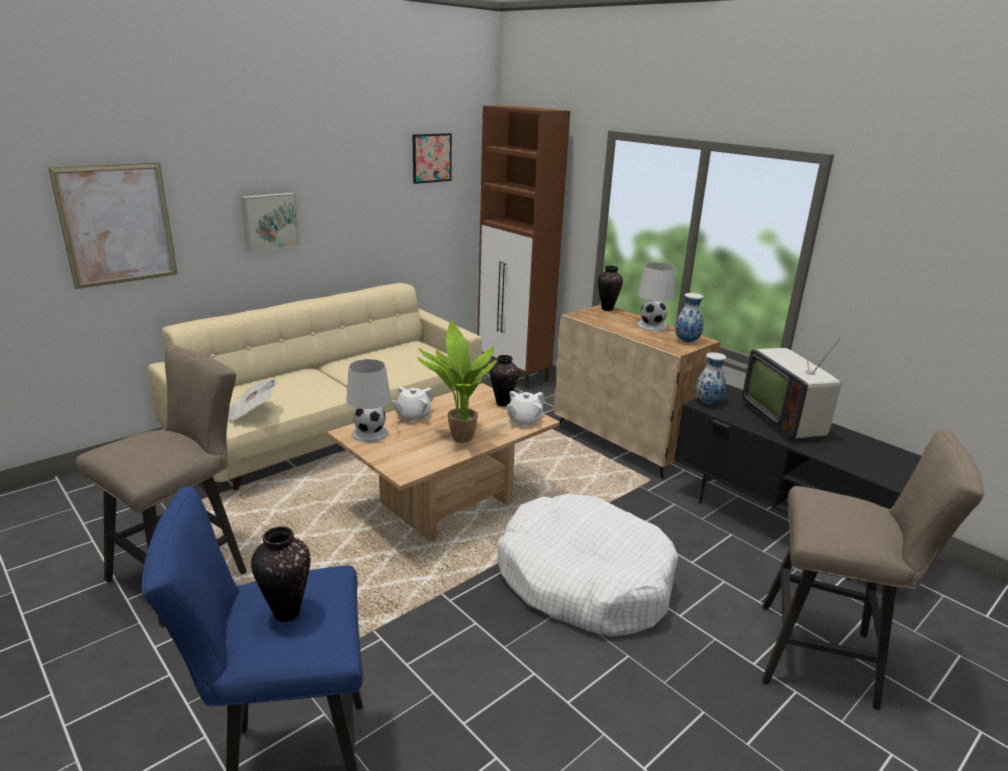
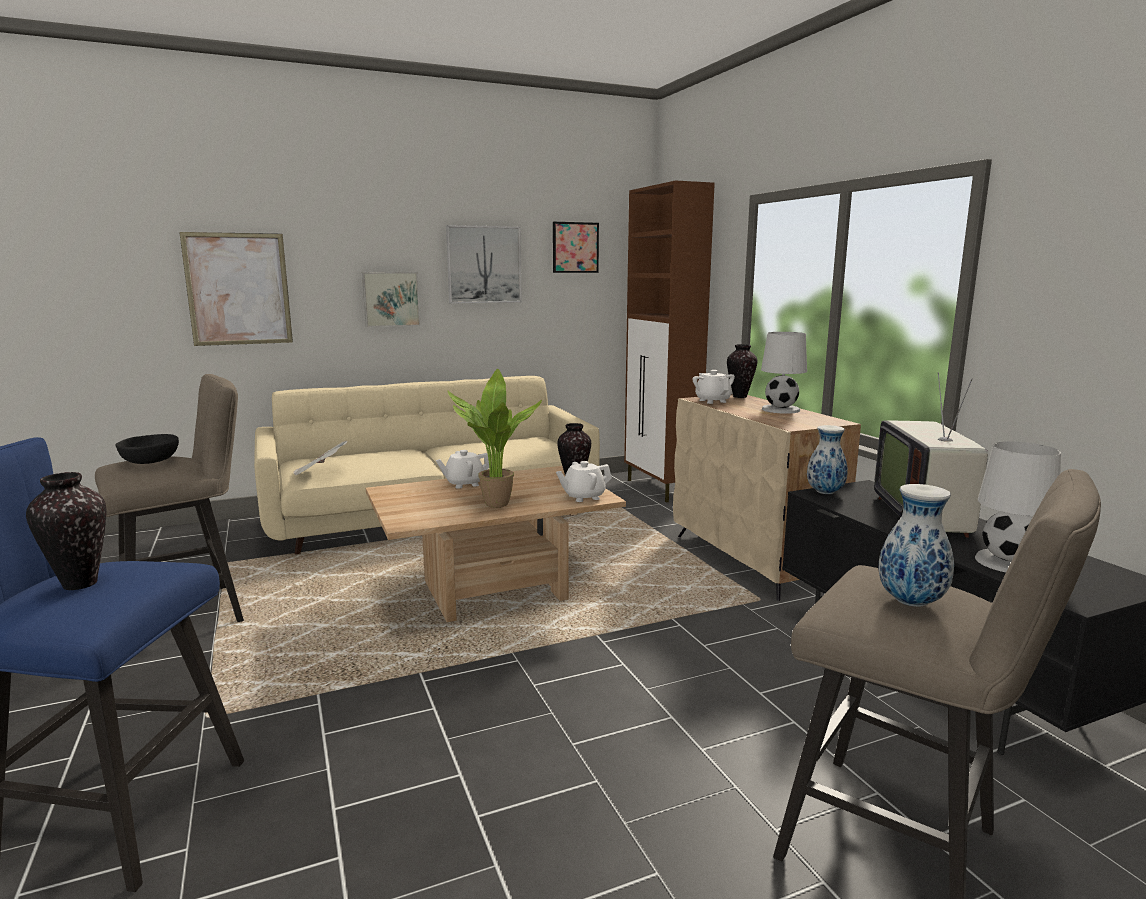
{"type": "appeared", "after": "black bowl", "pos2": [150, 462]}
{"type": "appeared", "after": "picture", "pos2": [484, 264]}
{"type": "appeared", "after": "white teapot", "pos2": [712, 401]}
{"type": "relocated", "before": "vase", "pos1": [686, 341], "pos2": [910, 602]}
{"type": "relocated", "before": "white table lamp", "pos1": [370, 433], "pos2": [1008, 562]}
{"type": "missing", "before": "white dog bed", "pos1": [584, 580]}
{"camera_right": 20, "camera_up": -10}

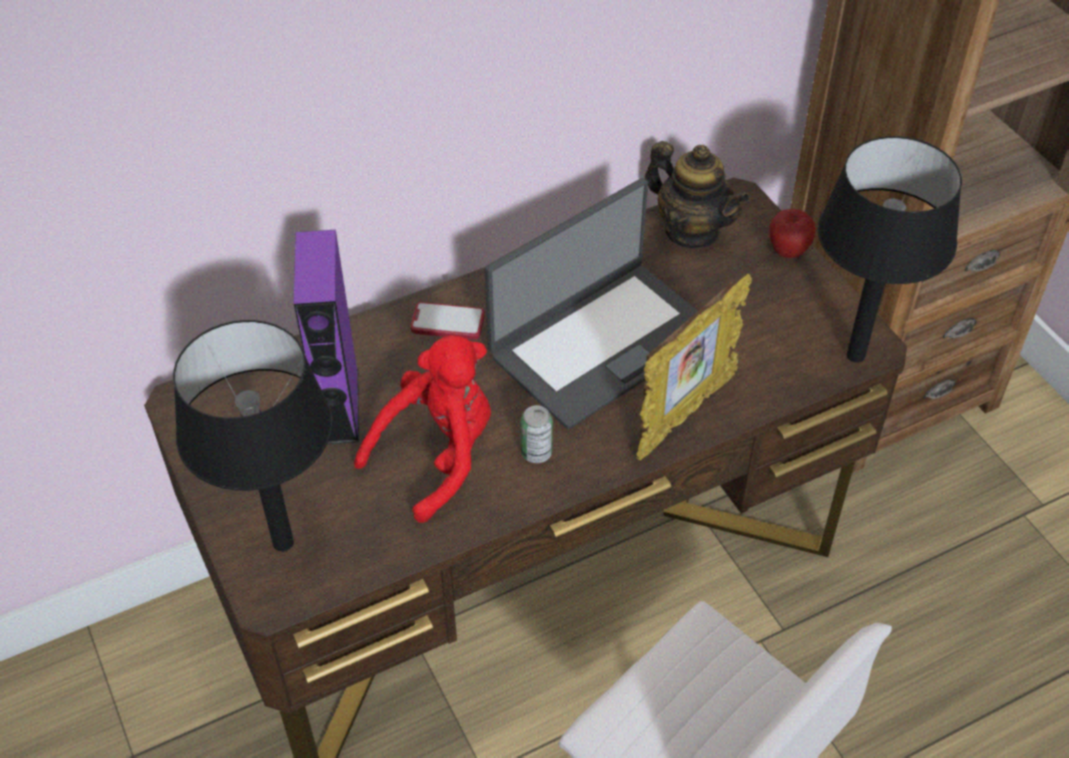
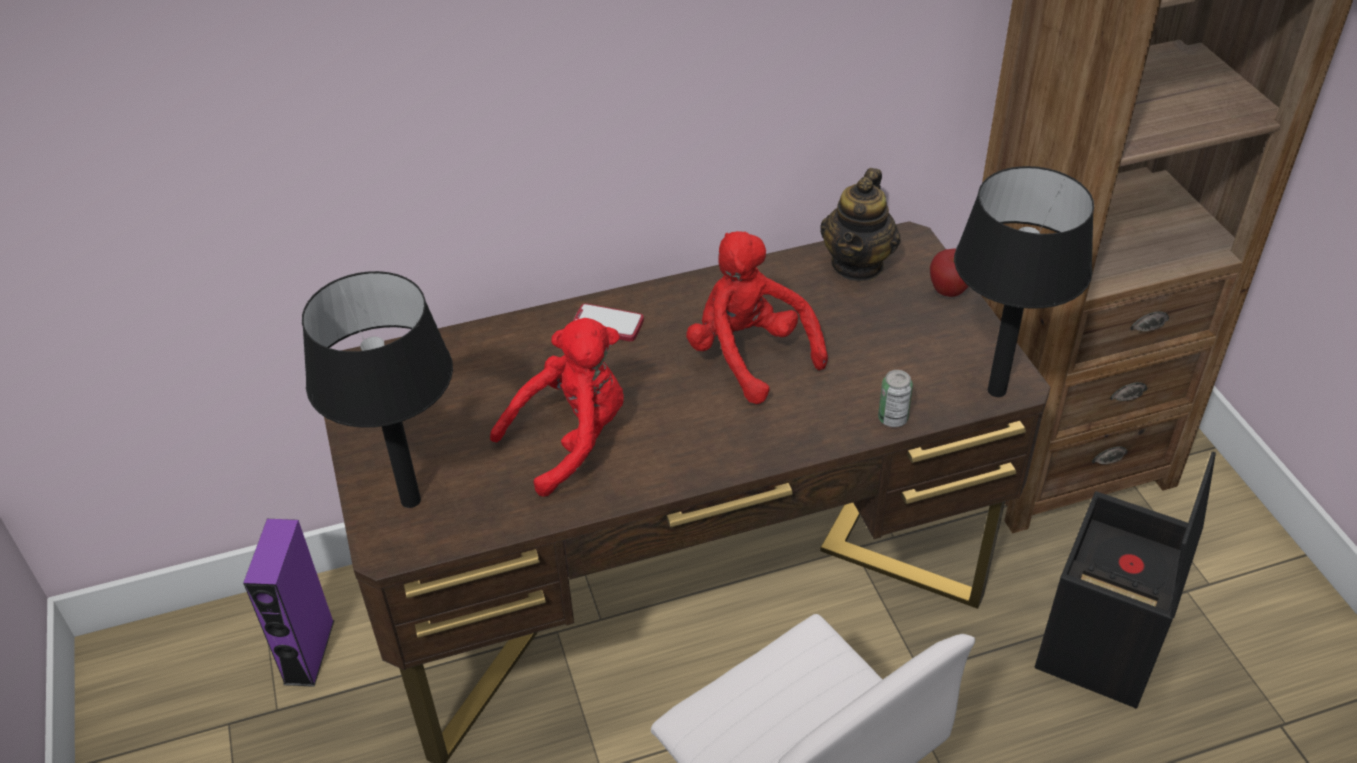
{"type": "relocated", "before": "purple speaker", "pos1": [339, 406], "pos2": [309, 652]}
{"type": "exchanged", "before": "laptop", "after": "red plush toy", "pos1": [601, 343], "pos2": [749, 355]}
{"type": "spun", "before": "teapot", "pos1": [691, 231], "pos2": [858, 264], "turn": 60}
{"type": "relocated", "before": "can", "pos1": [536, 453], "pos2": [892, 418]}
{"type": "appeared", "after": "black storage box", "pos2": [1102, 647]}
{"type": "missing", "before": "picture frame", "pos1": [684, 415]}
{"camera_right": 10, "camera_up": -5}

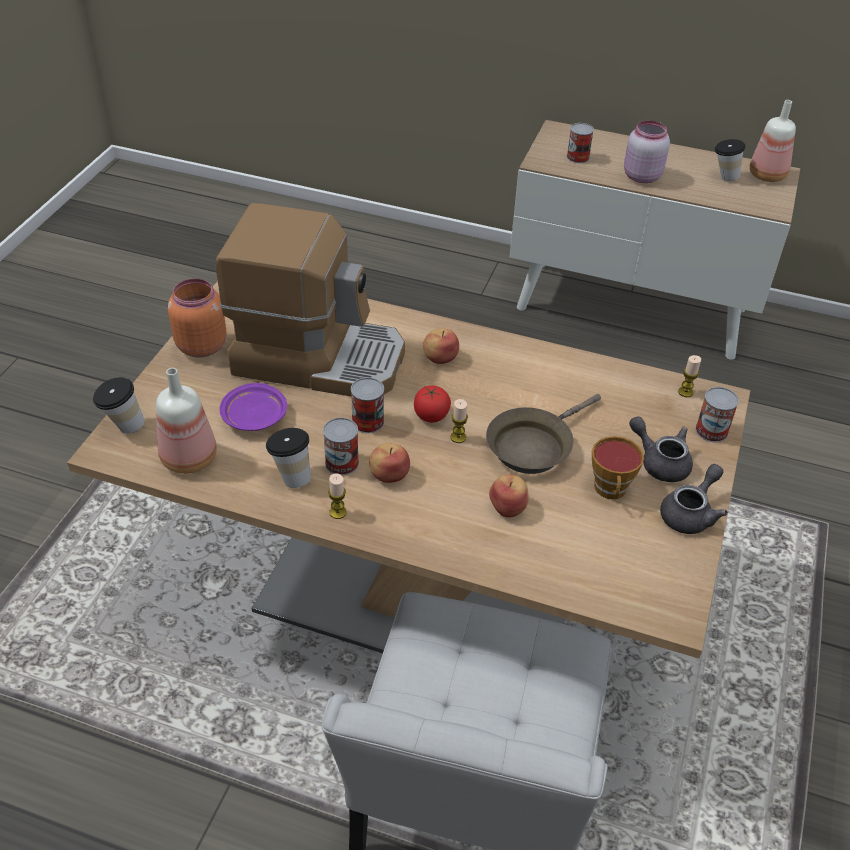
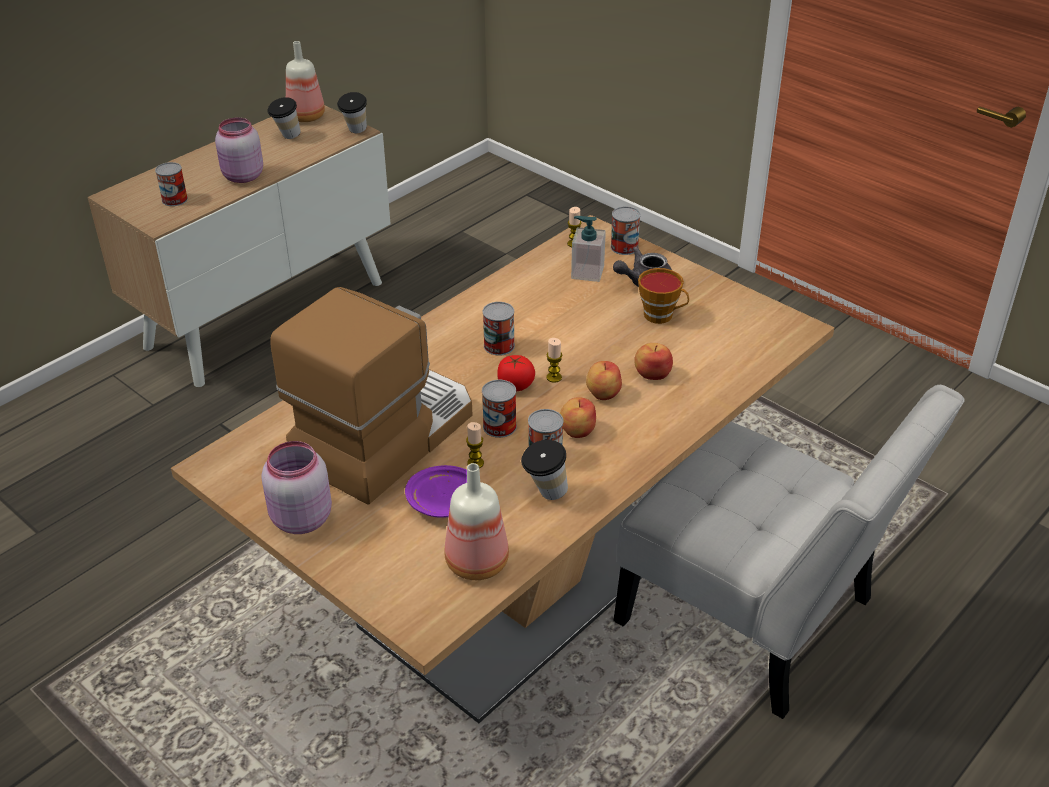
{"type": "colour", "before": "orange jar", "after": "pink jar", "pos1": [200, 345], "pos2": [299, 519]}
{"type": "relocated", "before": "cup", "pos1": [123, 427], "pos2": [355, 132]}
{"type": "relocated", "before": "candle", "pos1": [338, 512], "pos2": [475, 463]}
{"type": "appeared", "after": "can", "pos2": [499, 346]}
{"type": "appeared", "after": "soap dispenser", "pos2": [587, 272]}
{"type": "relocated", "before": "apple", "pos1": [440, 357], "pos2": [602, 393]}
{"type": "missing", "before": "brown frying pan", "pos1": [533, 445]}
{"type": "missing", "before": "grey teapot", "pos1": [691, 513]}
{"camera_right": -65, "camera_up": -5}

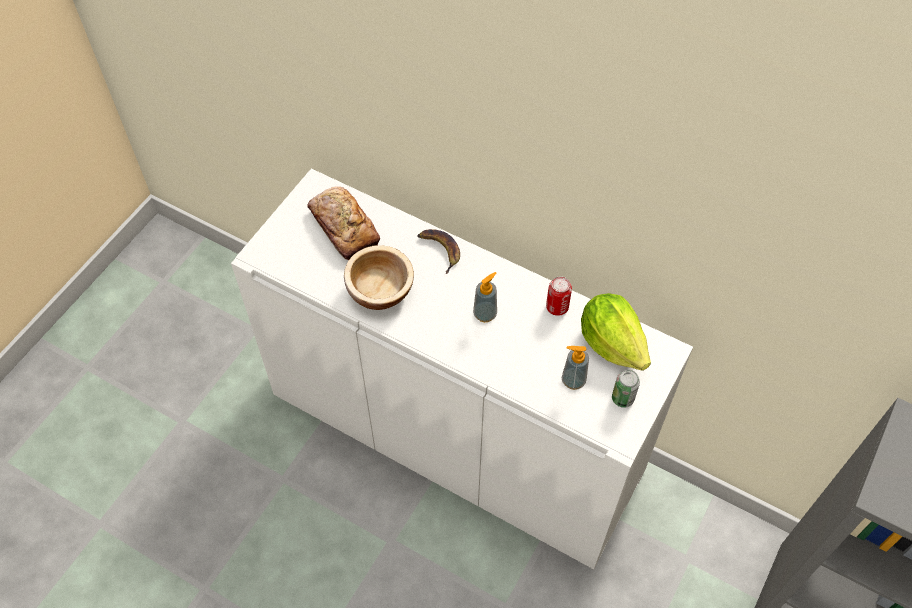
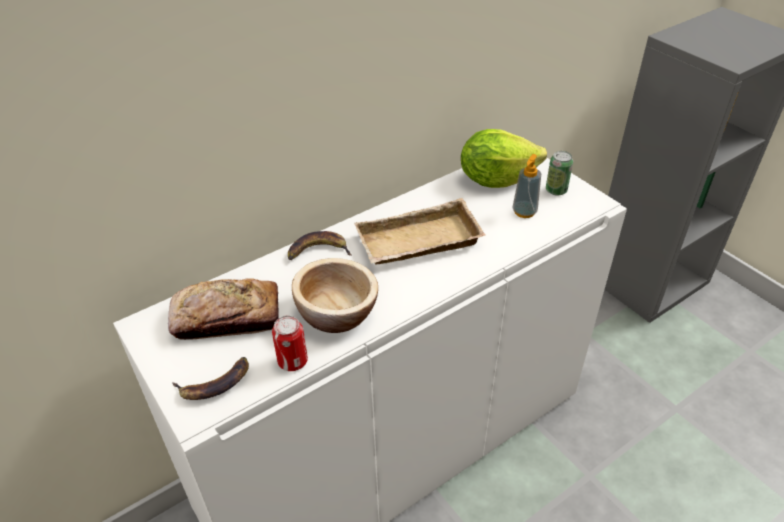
{"type": "appeared", "after": "banana", "pos2": [215, 383]}
{"type": "relocated", "before": "can", "pos1": [557, 307], "pos2": [292, 361]}
{"type": "exchanged", "before": "soap dispenser", "after": "beige tray", "pos1": [485, 314], "pos2": [418, 243]}
{"camera_right": -65, "camera_up": -15}

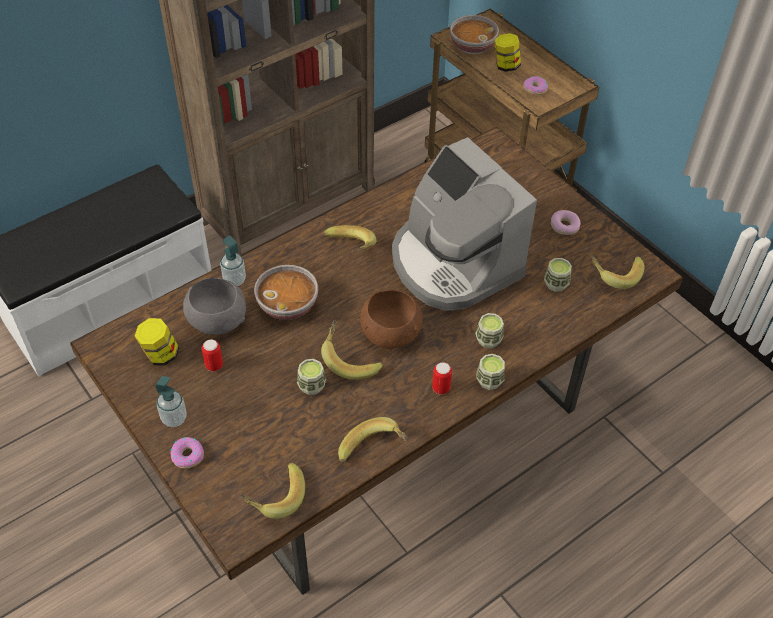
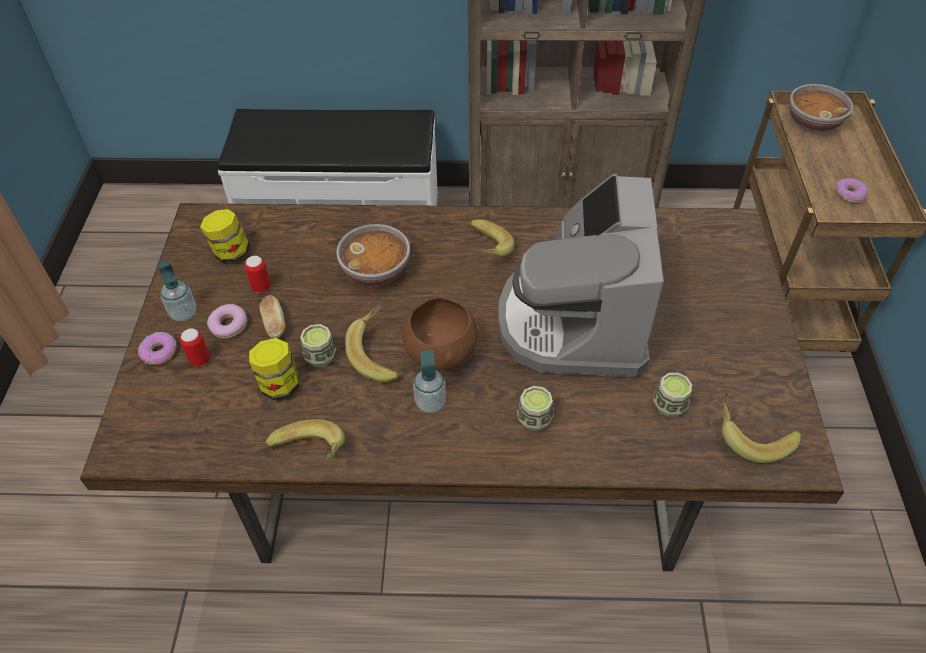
{"type": "relocated", "before": "can", "pos1": [441, 388], "pos2": [200, 360]}
{"type": "relocated", "before": "donut", "pos1": [564, 226], "pos2": [228, 325]}
{"type": "relocated", "before": "jar", "pos1": [506, 66], "pos2": [279, 385]}
{"type": "appeared", "after": "bread", "pos2": [274, 324]}
{"type": "relocated", "before": "soap dispenser", "pos1": [234, 280], "pos2": [430, 403]}
{"type": "missing", "before": "grey bowl", "pos1": [217, 322]}
{"type": "missing", "before": "banana", "pos1": [274, 497]}
{"type": "missing", "before": "cup", "pos1": [489, 381]}
{"camera_right": 40, "camera_up": 0}

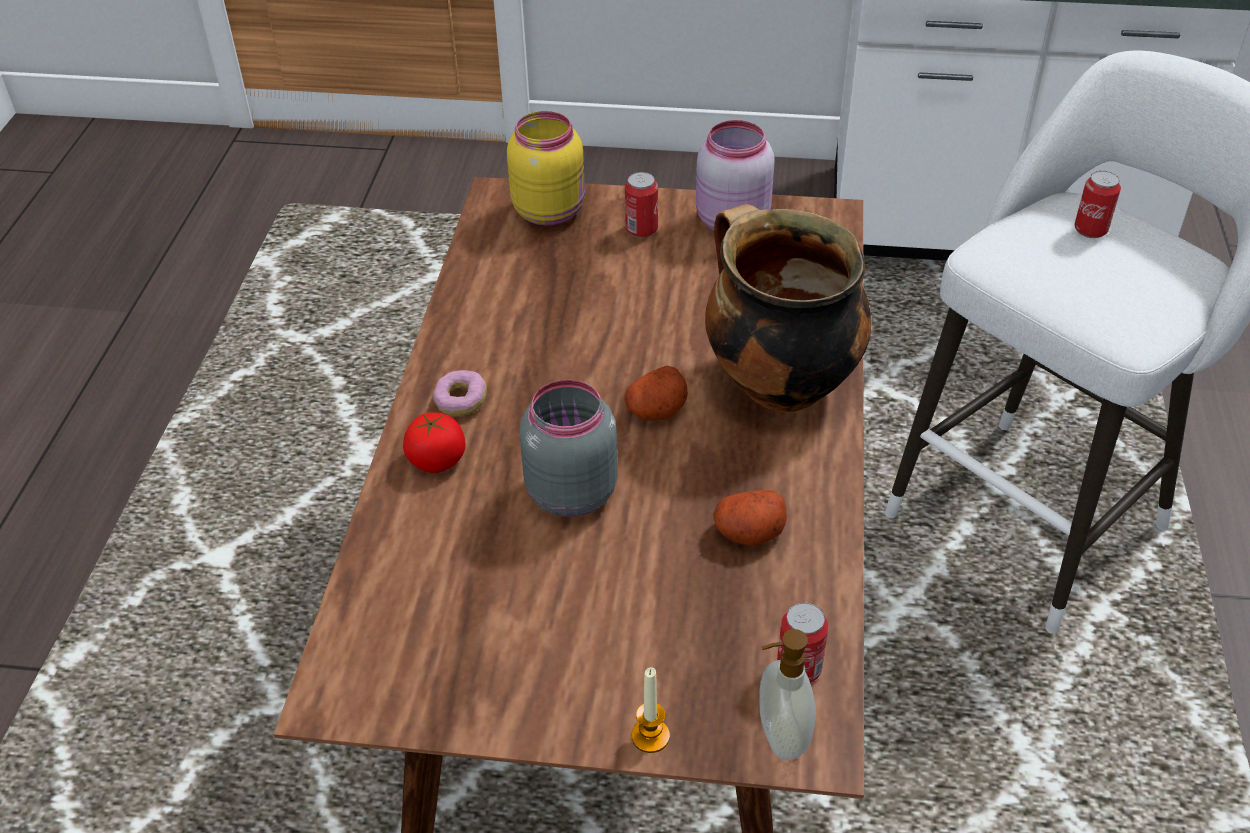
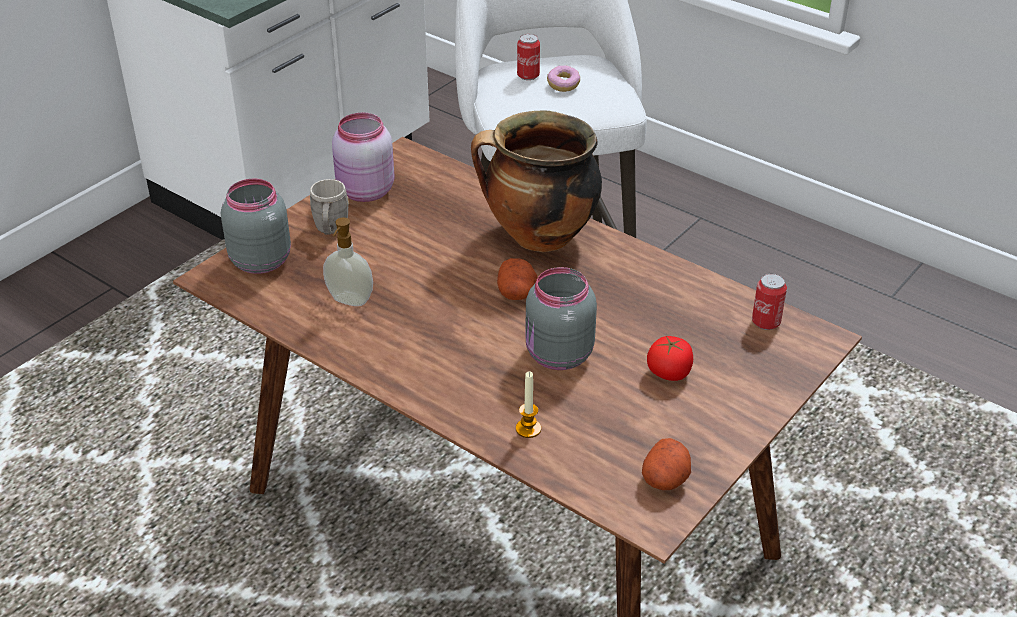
{"type": "colour", "before": "yellow jar", "after": "grey jar", "pos1": [550, 210], "pos2": [260, 260]}
{"type": "exchanged", "before": "can", "after": "grey mug", "pos1": [641, 230], "pos2": [330, 230]}
{"type": "relocated", "before": "soap dispenser", "pos1": [780, 736], "pos2": [349, 301]}
{"type": "relocated", "before": "candle", "pos1": [650, 736], "pos2": [528, 429]}
{"type": "relocated", "before": "donut", "pos1": [461, 402], "pos2": [563, 85]}
{"type": "relocated", "before": "potato", "pos1": [748, 532], "pos2": [665, 479]}
{"type": "relocated", "before": "tomato", "pos1": [437, 459], "pos2": [669, 373]}
{"camera_right": -60, "camera_up": -5}

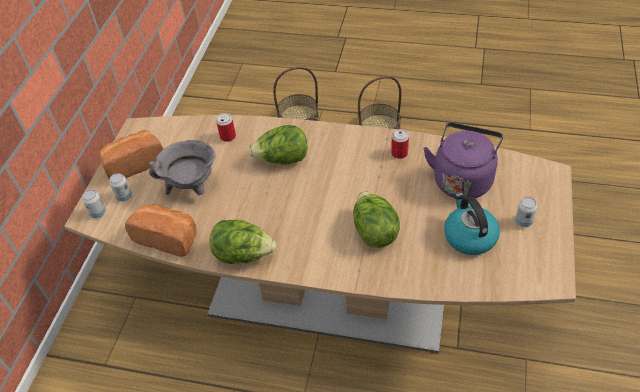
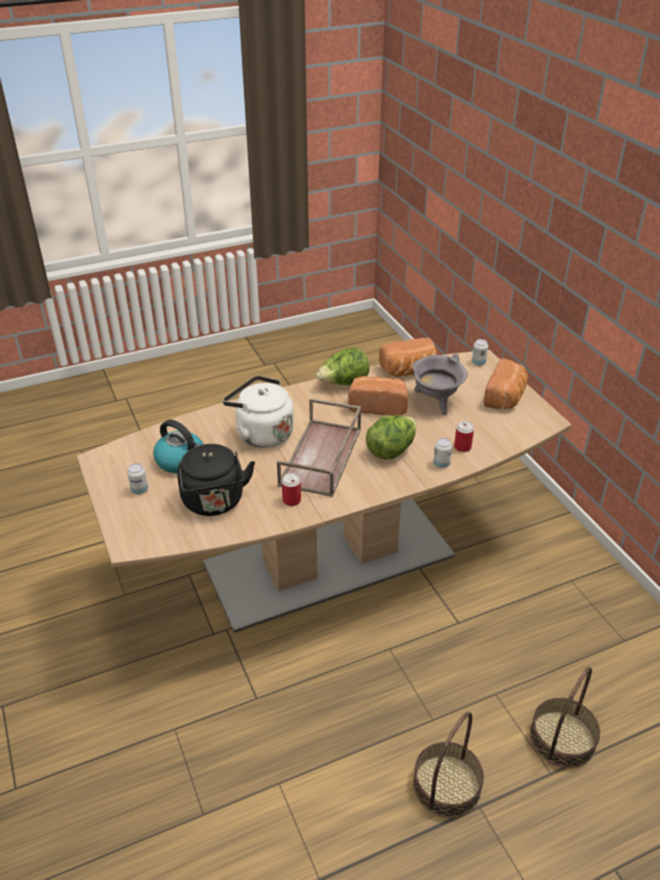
{"type": "colour", "before": "purple kettle", "after": "black kettle", "pos1": [462, 179], "pos2": [214, 503]}
{"type": "exchanged", "before": "lettuce", "after": "white kettle", "pos1": [374, 232], "pos2": [261, 433]}
{"type": "appeared", "after": "brown tray", "pos2": [321, 458]}
{"type": "appeared", "after": "bread", "pos2": [378, 405]}
{"type": "relocated", "before": "can", "pos1": [124, 197], "pos2": [441, 464]}
{"camera_right": 140, "camera_up": -10}

